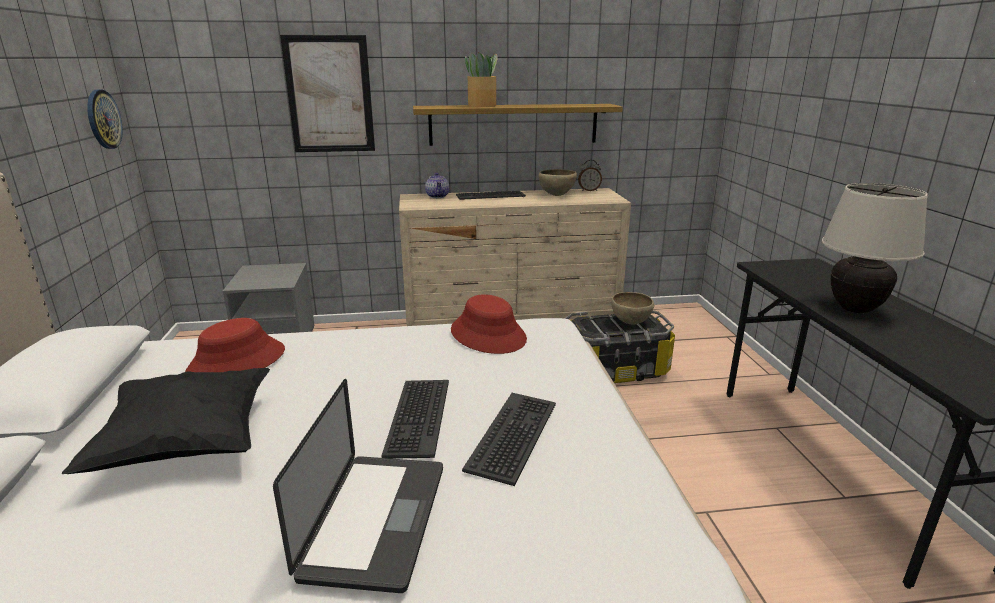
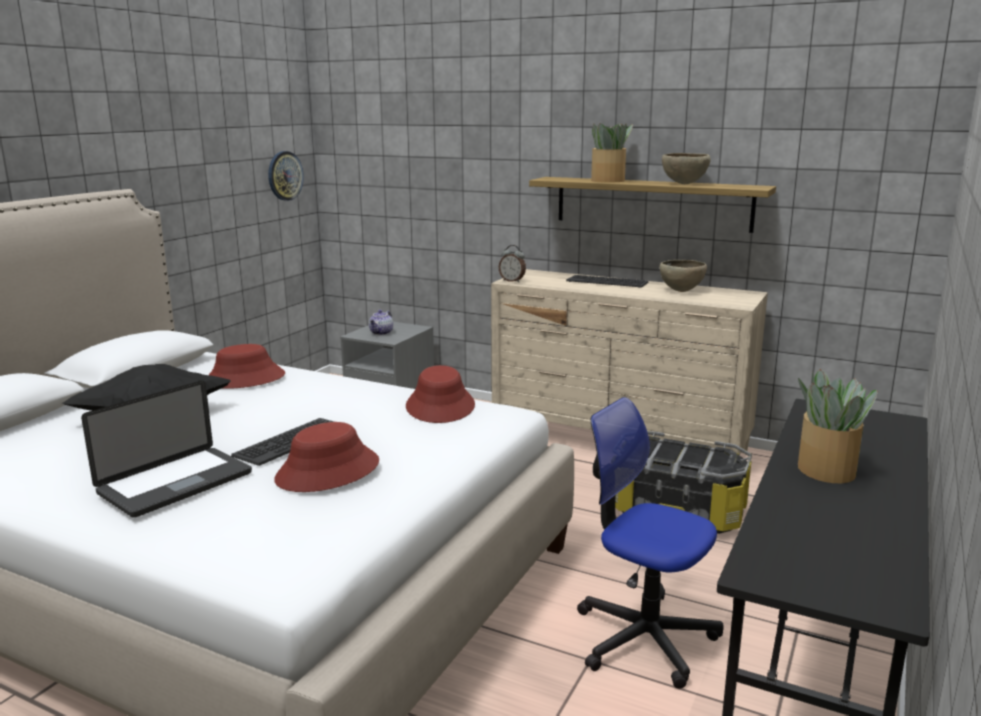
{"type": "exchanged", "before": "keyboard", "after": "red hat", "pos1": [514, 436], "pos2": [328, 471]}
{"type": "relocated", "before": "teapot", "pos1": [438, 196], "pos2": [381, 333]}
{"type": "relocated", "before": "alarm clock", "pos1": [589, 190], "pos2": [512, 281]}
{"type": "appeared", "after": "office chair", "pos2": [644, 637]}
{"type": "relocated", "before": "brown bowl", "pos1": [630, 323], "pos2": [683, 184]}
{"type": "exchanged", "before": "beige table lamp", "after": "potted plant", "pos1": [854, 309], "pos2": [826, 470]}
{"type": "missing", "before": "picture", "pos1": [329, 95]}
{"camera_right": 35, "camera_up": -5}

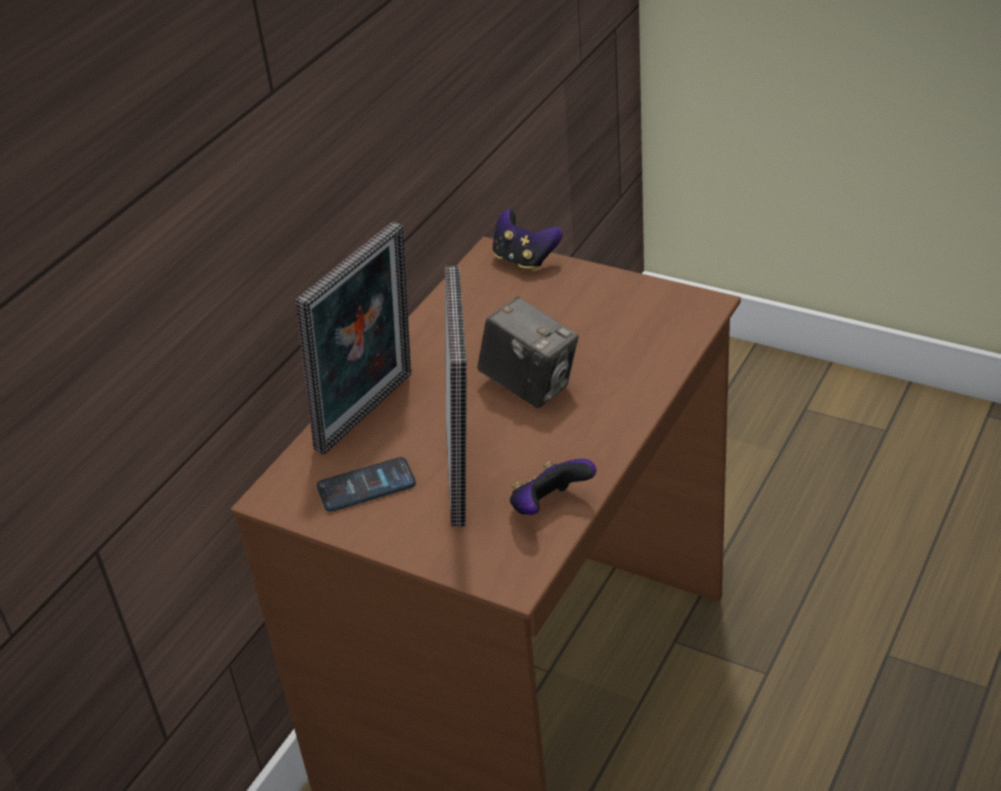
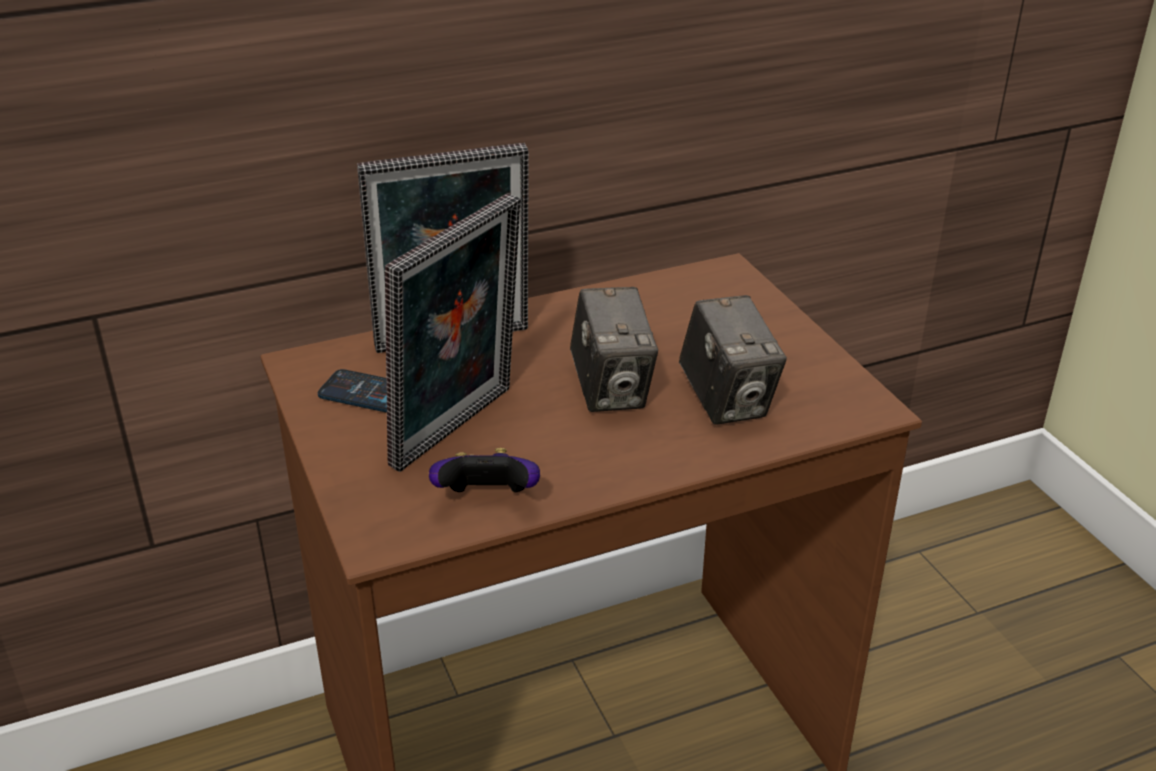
{"type": "appeared", "after": "photo camera", "pos2": [727, 401]}
{"type": "missing", "before": "game controller", "pos1": [524, 260]}
{"camera_right": 35, "camera_up": -5}

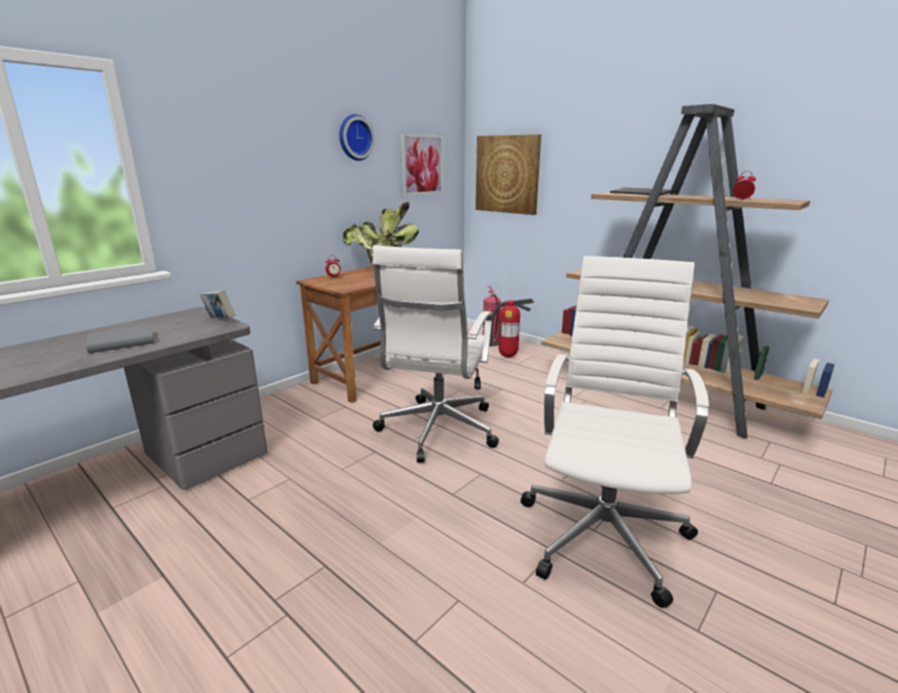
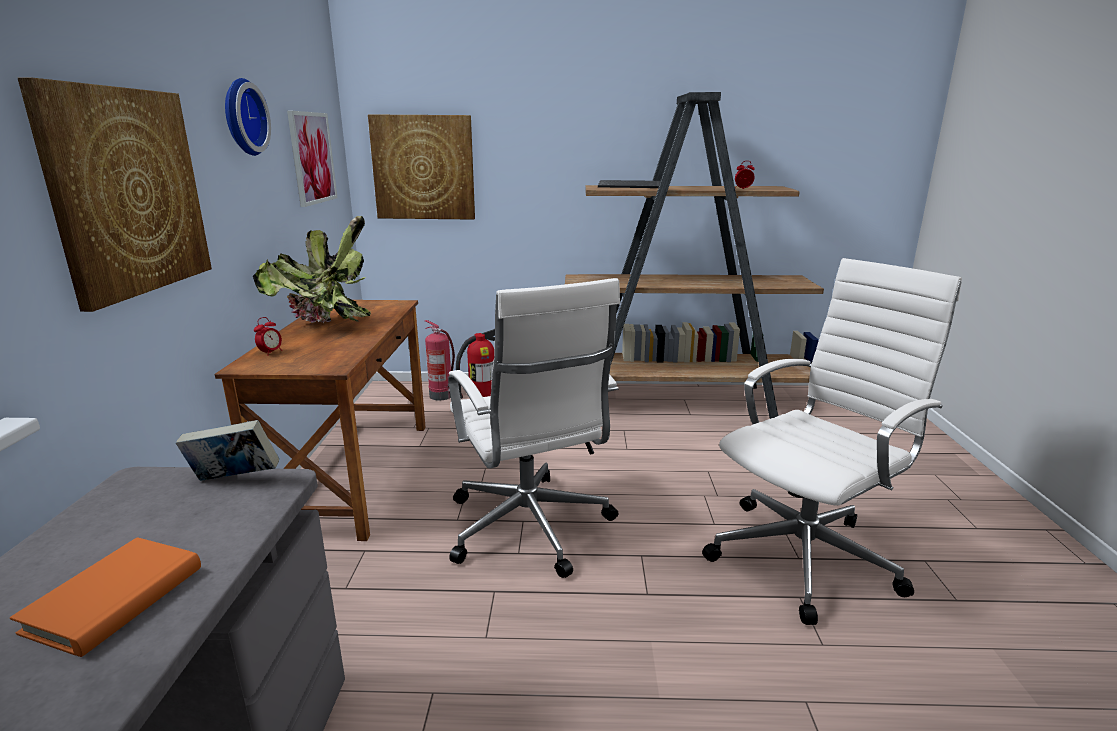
{"type": "colour", "before": "grey book", "after": "orange book", "pos1": [122, 343], "pos2": [116, 600]}
{"type": "appeared", "after": "picture", "pos2": [127, 192]}
{"type": "spun", "before": "white office chair", "pos1": [604, 532], "pos2": [806, 555], "turn": 75}
{"camera_right": -40, "camera_up": 0}

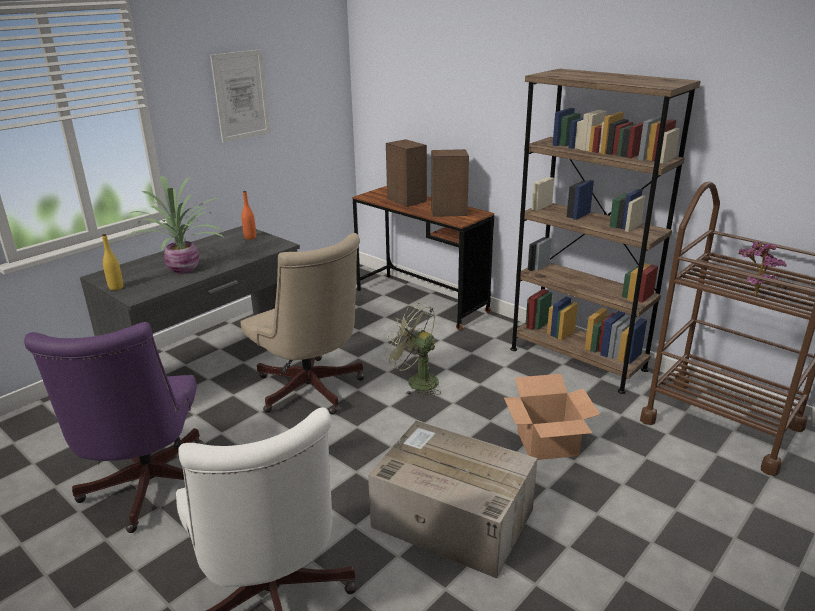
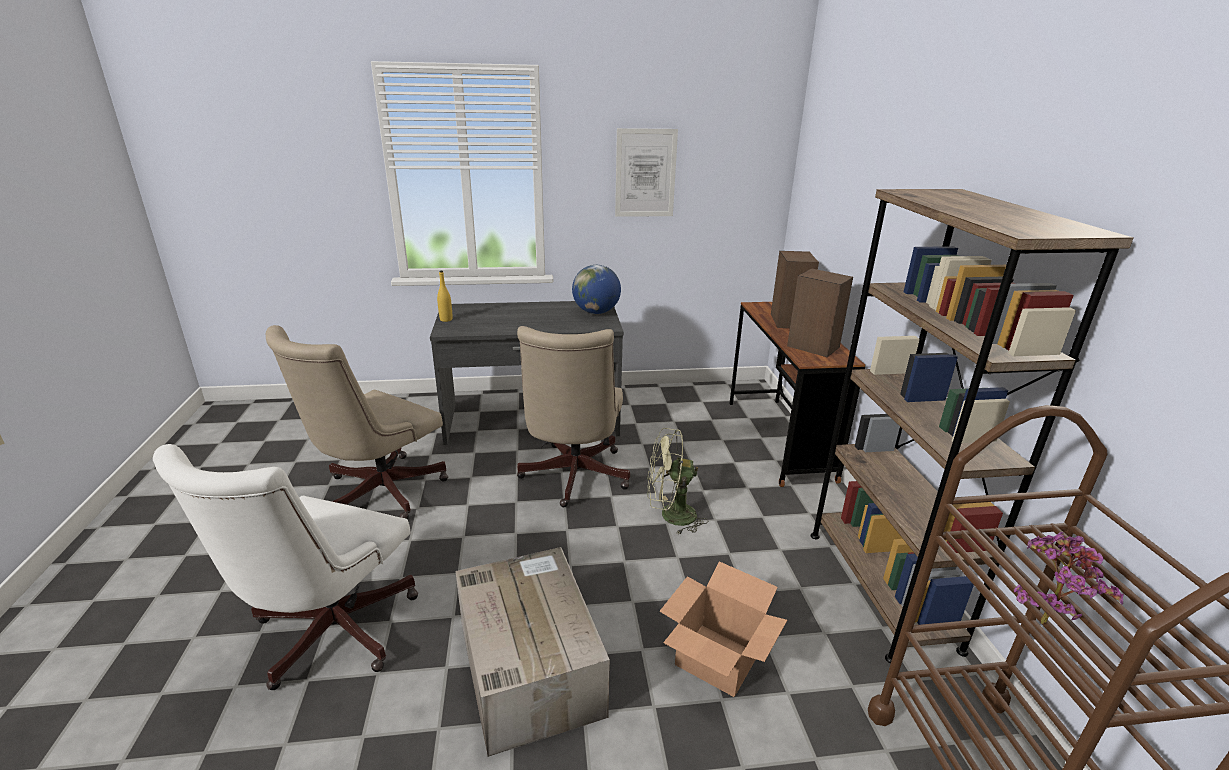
{"type": "colour", "before": "purple office chair", "after": "beige office chair", "pos1": [147, 490], "pos2": [376, 493]}
{"type": "exchanged", "before": "orange bottle", "after": "globe", "pos1": [250, 237], "pos2": [596, 312]}
{"type": "spun", "before": "green fan", "pos1": [416, 381], "pos2": [670, 516], "turn": -75}
{"type": "missing", "before": "potted plant", "pos1": [185, 269]}
{"camera_right": 40, "camera_up": 0}

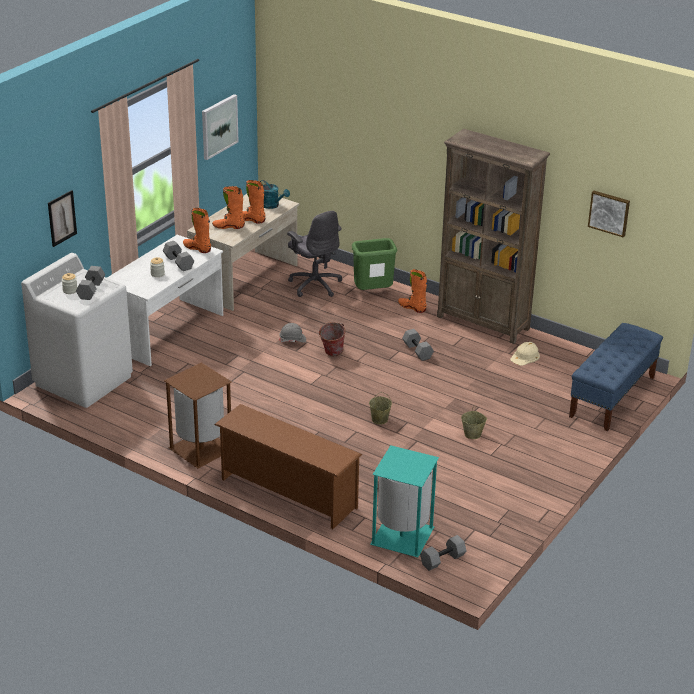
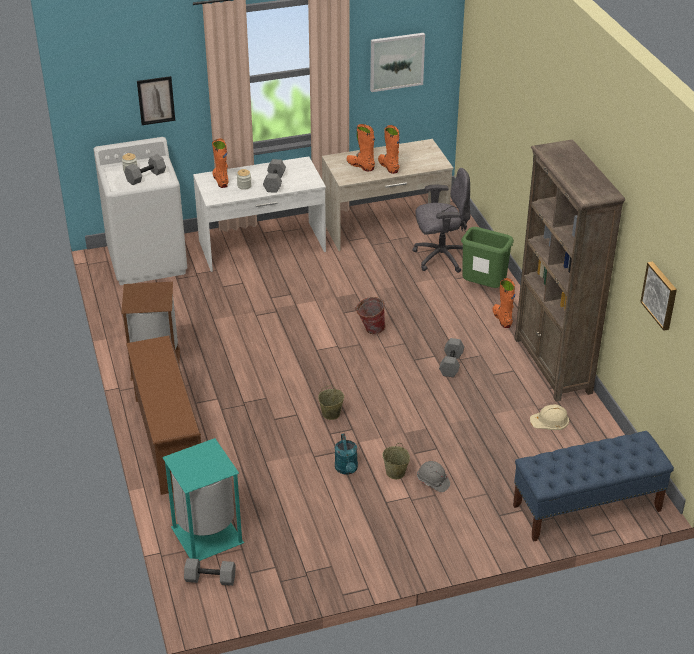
{"type": "relocated", "before": "orange boot", "pos1": [197, 248], "pos2": [220, 180]}
{"type": "relocated", "before": "turquoise watering can", "pos1": [272, 205], "pos2": [347, 469]}
{"type": "spun", "before": "grey office chair", "pos1": [315, 285], "pos2": [440, 257], "turn": -105}
{"type": "relocated", "before": "grey hard hat", "pos1": [292, 340], "pos2": [433, 482]}
{"camera_right": 40, "camera_up": 5}

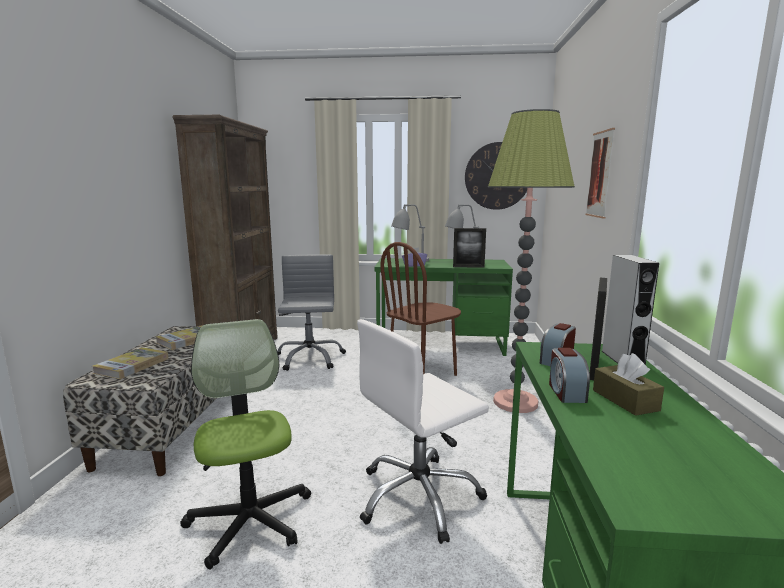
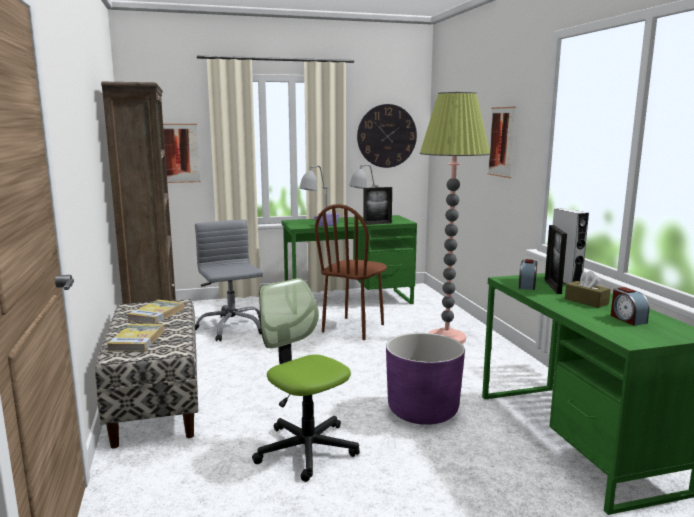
{"type": "appeared", "after": "picture", "pos2": [179, 153]}
{"type": "exchanged", "before": "white office chair", "after": "purple planter", "pos1": [419, 497], "pos2": [422, 411]}
{"type": "relocated", "before": "alarm clock", "pos1": [566, 392], "pos2": [627, 319]}
{"camera_right": -20, "camera_up": 0}

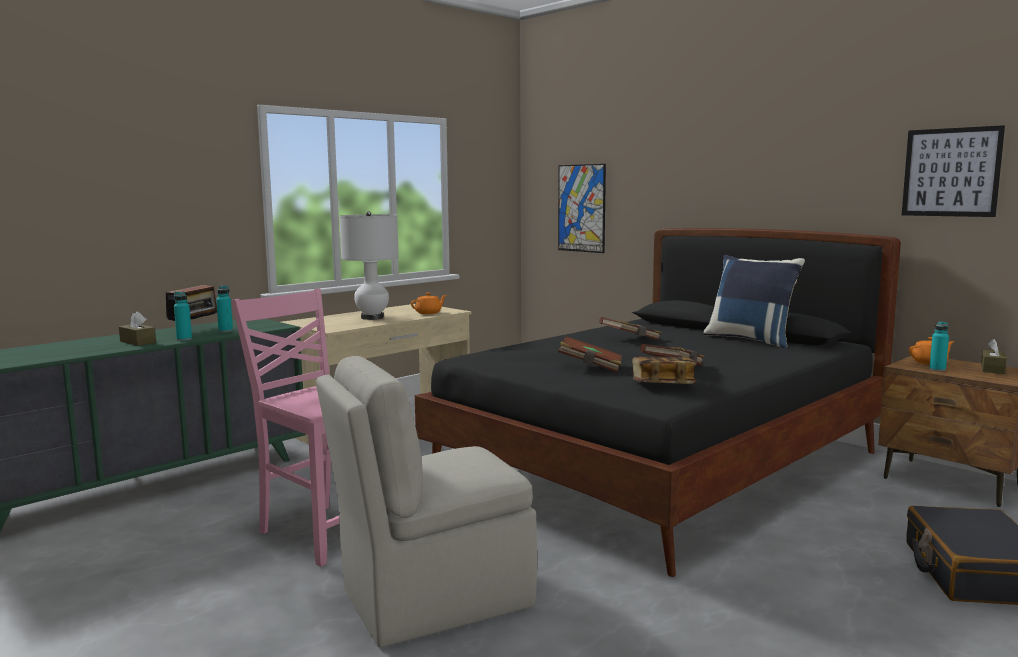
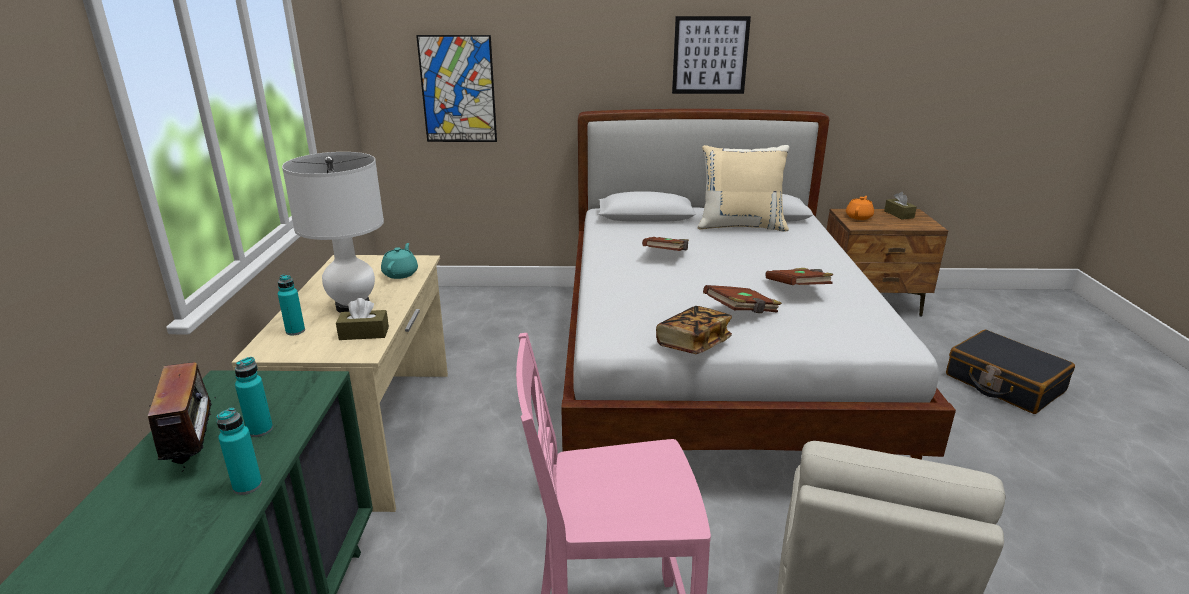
{"type": "relocated", "before": "turquoise bottle", "pos1": [937, 369], "pos2": [295, 331]}
{"type": "relocated", "before": "brown tissue box", "pos1": [138, 342], "pos2": [364, 333]}
{"type": "colour", "before": "orange teapot", "after": "turquoise teapot", "pos1": [429, 313], "pos2": [401, 273]}
{"type": "colour", "before": "black bed", "after": "white bed", "pos1": [662, 467], "pos2": [712, 368]}
{"type": "relocated", "before": "book", "pos1": [663, 385], "pos2": [693, 344]}
{"type": "relocated", "before": "picture", "pos1": [951, 172], "pos2": [710, 55]}
{"type": "colour", "before": "blue pillow", "after": "beige pillow", "pos1": [751, 339], "pos2": [741, 226]}
{"camera_right": -45, "camera_up": 15}

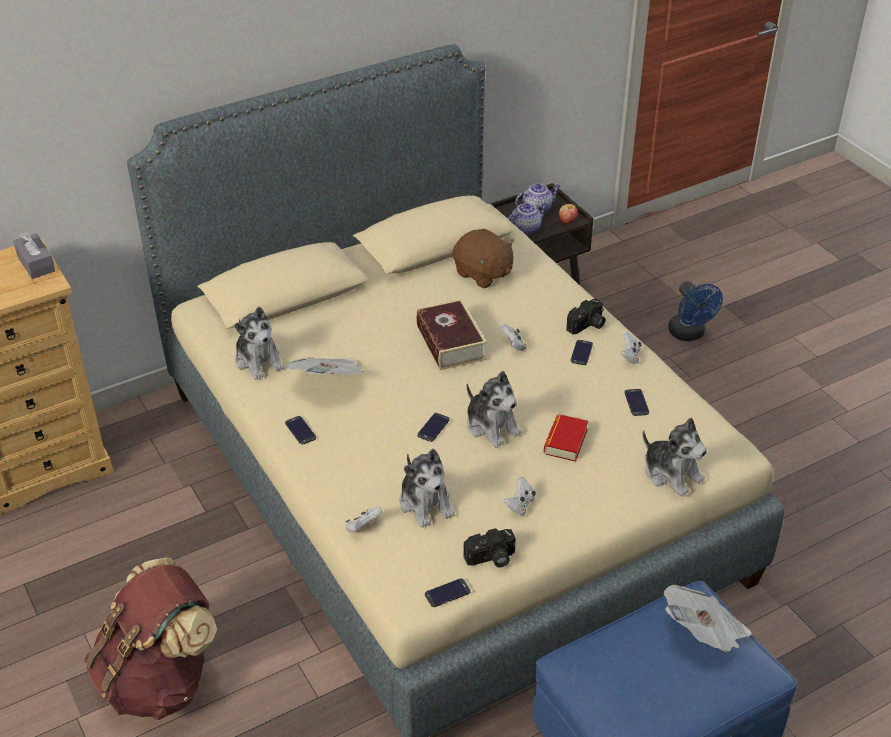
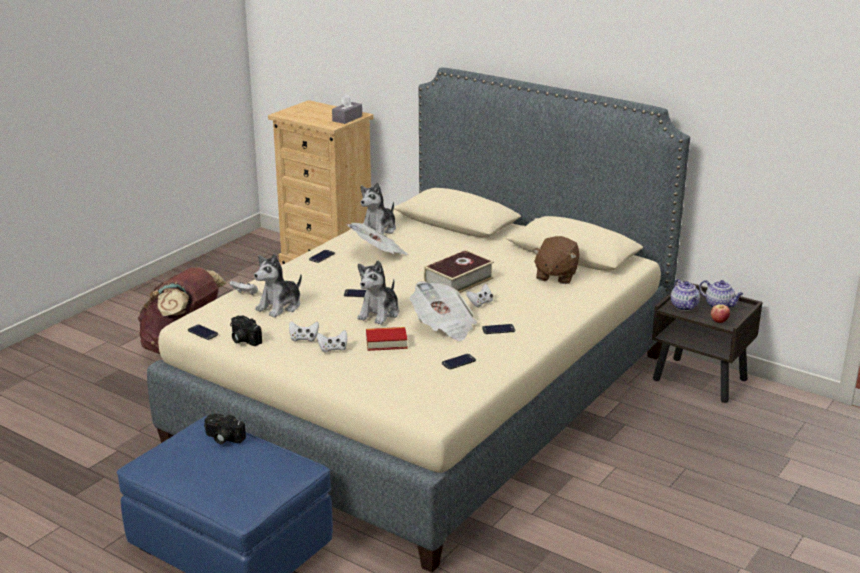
{"type": "relocated", "before": "photo camera", "pos1": [587, 326], "pos2": [223, 438]}
{"type": "relocated", "before": "white game controller", "pos1": [630, 356], "pos2": [333, 349]}
{"type": "relocated", "before": "newspaper", "pos1": [704, 633], "pos2": [443, 327]}
{"type": "spun", "before": "teapot", "pos1": [526, 228], "pos2": [684, 307], "turn": 45}
{"type": "missing", "before": "plush toy", "pos1": [671, 473]}
{"type": "missing", "before": "blue fan", "pos1": [689, 334]}
{"camera_right": 65, "camera_up": -15}

